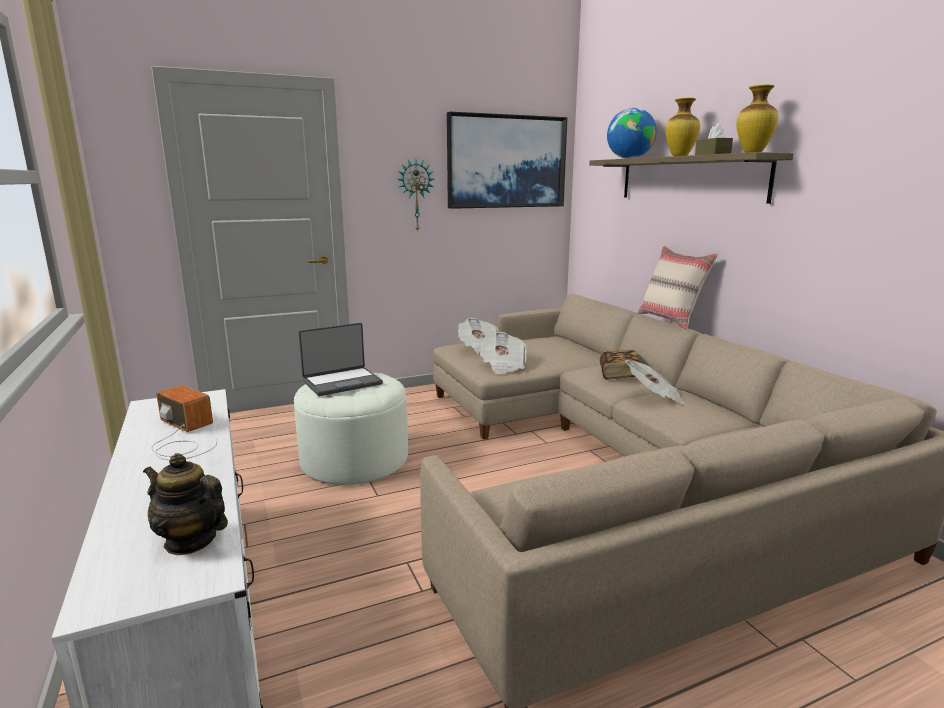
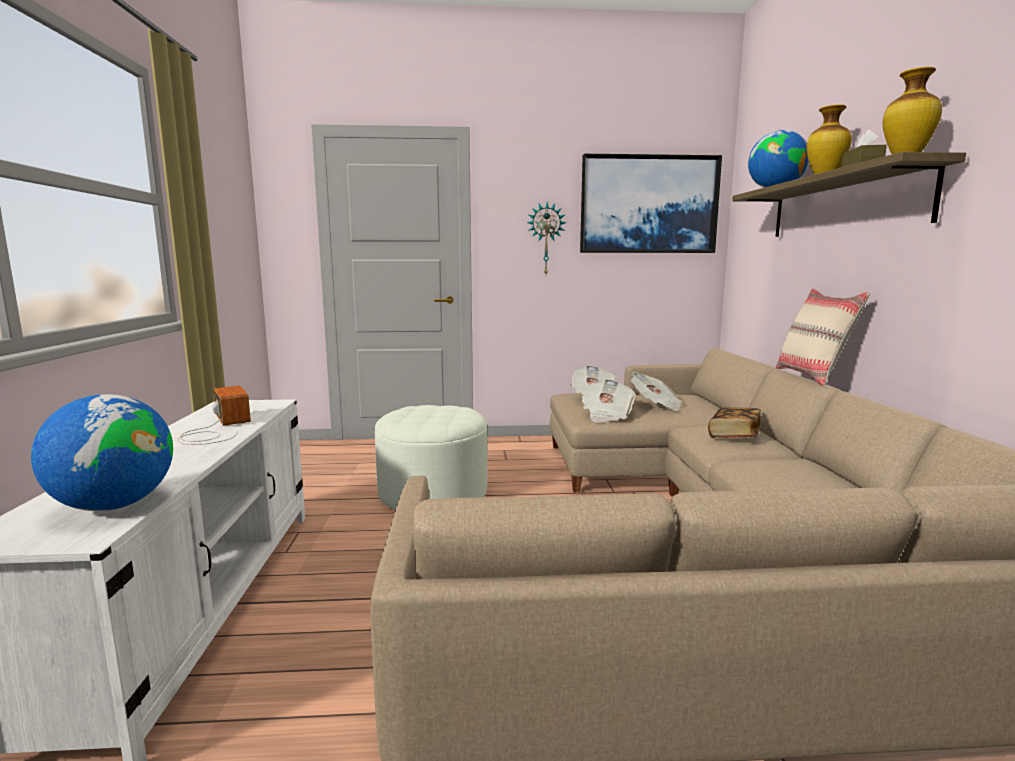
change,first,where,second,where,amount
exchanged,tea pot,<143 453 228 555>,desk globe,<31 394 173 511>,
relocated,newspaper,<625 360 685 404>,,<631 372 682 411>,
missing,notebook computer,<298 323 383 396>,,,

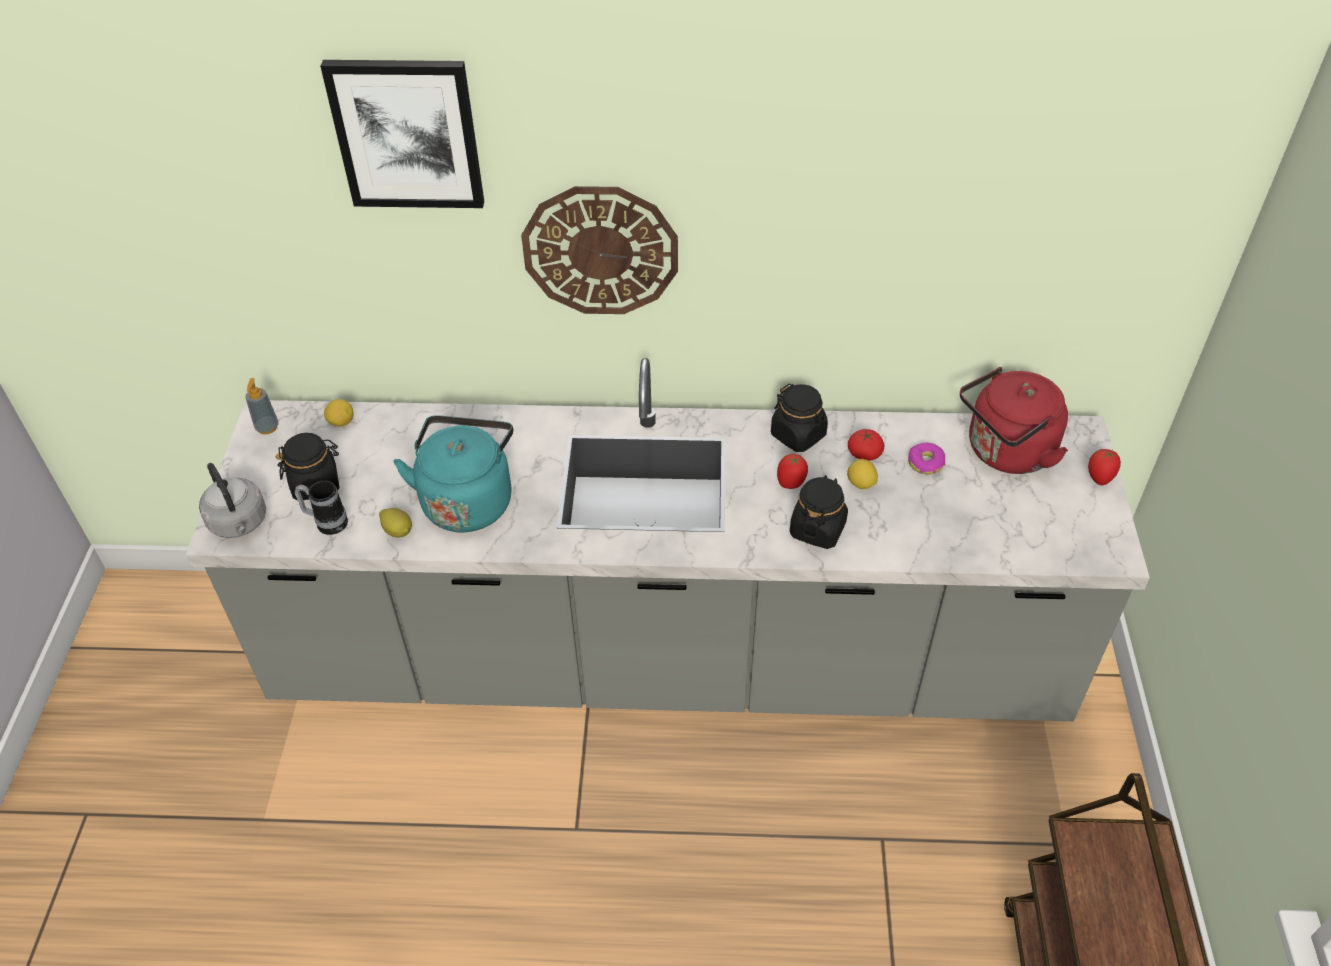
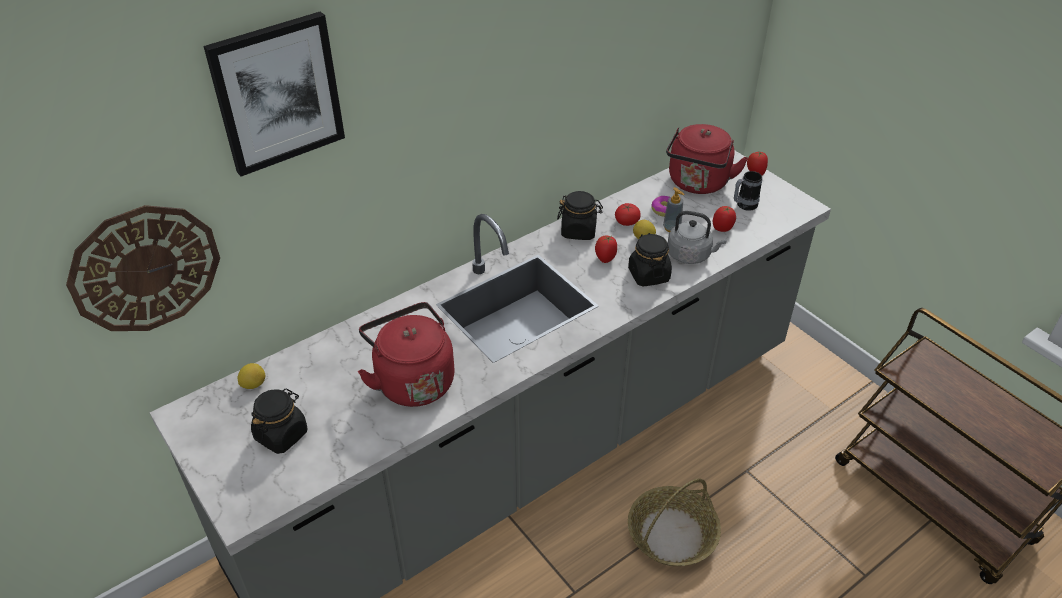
change,first,where,second,where,amount
relocated,hanging clock,<521 186 678 314>,,<66 205 220 331>,
colour,water kettle (turquoise),<393 415 513 532>,water kettle (red),<358 302 455 407>,
appeared,,,basket,<628 479 721 566>,
relocated,soap dispenser,<245 378 279 435>,,<663 187 684 232>,
relocated,water kettle (grey),<199 463 266 538>,,<668 211 727 264>,
appeared,,,tomato,<713 206 736 232>,
relocated,mug,<295 480 348 535>,,<734 171 762 211>,
missing,citrus fruit,<379 508 412 537>,,,

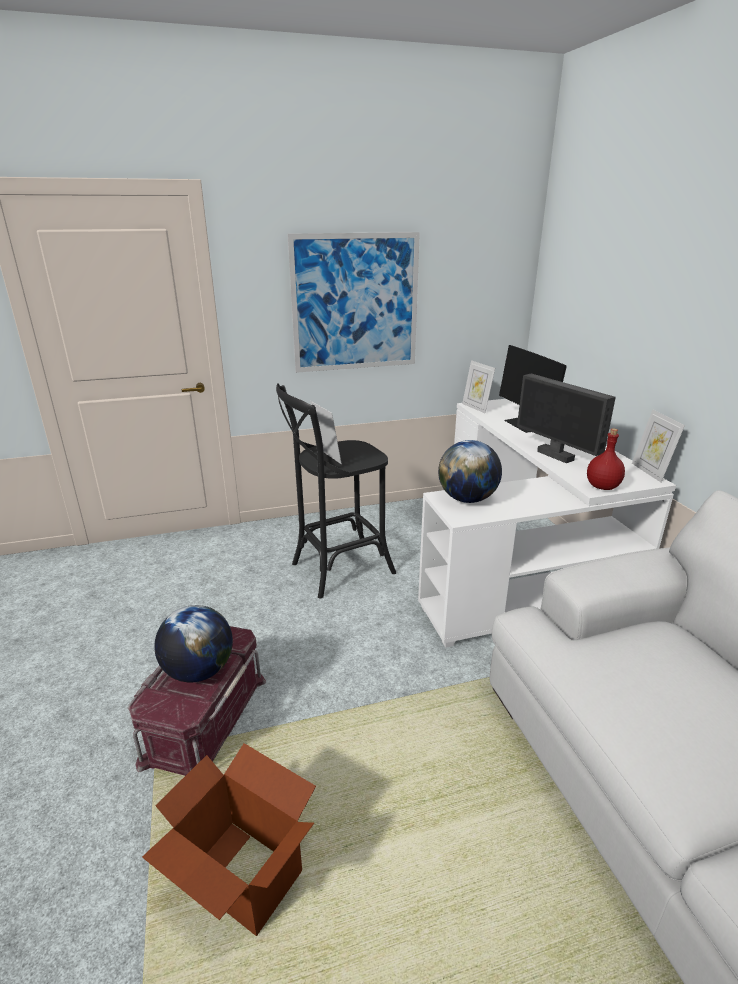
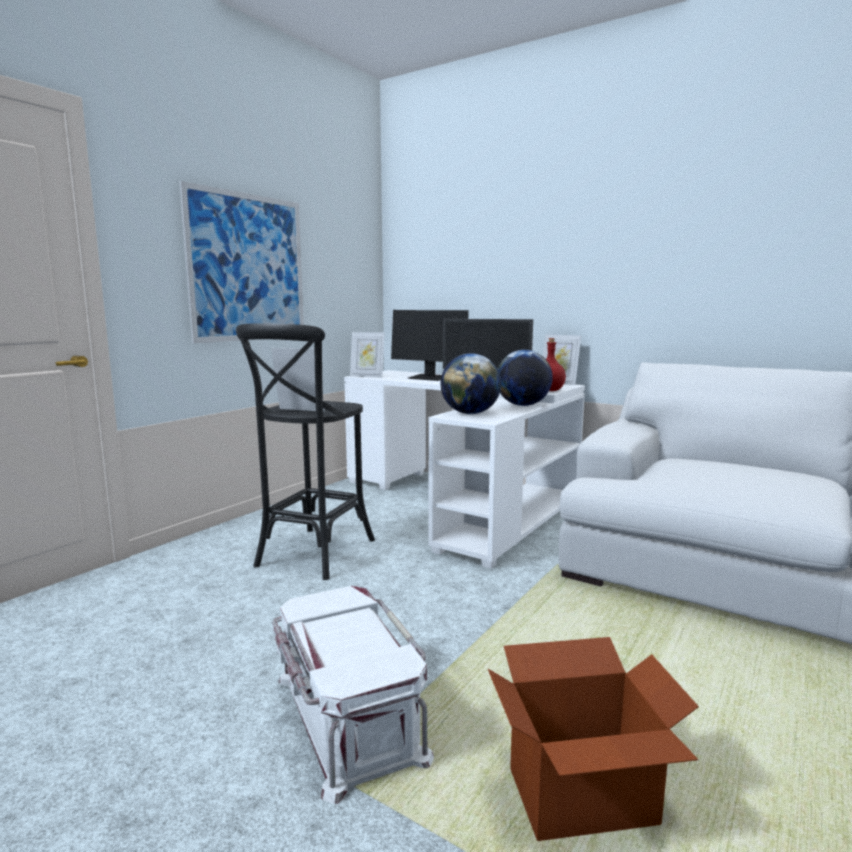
change,first,where,second,where,amount
colour,storage container (red),<128 626 266 776>,storage container (whitish),<272 586 434 804>,
relocated,desk globe,<154 605 233 682>,,<498 350 553 406>,

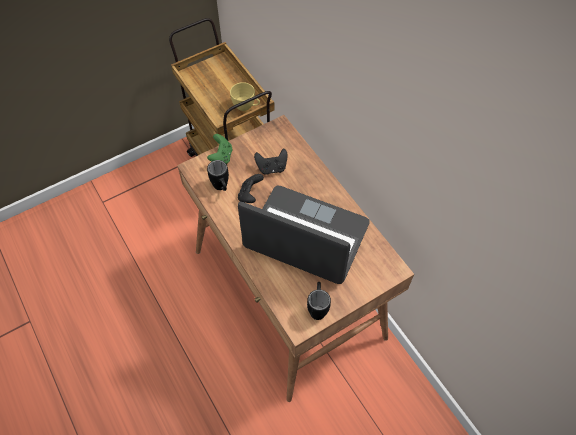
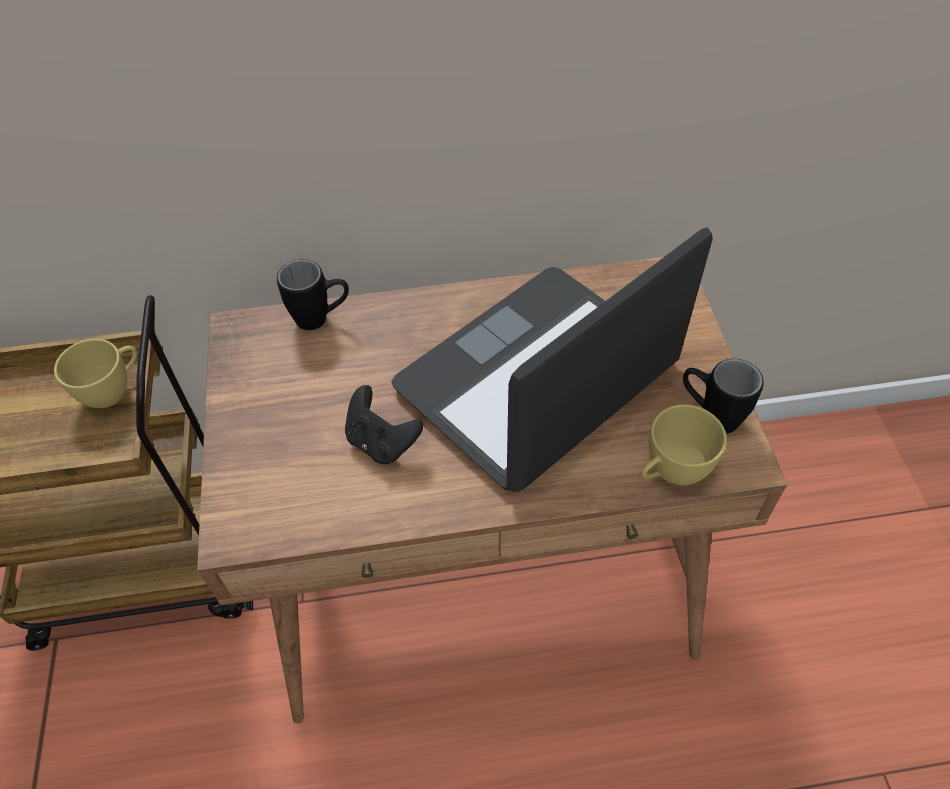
change,first,where,second,where,amount
relocated,mug (black),<207 160 229 191>,,<277 259 349 330>,
appeared,,,small cup (yellow),<641 404 727 485>,
missing,joypad (green-coloured),<207 134 233 164>,,,
missing,joypad (black),<254 149 288 175>,,,

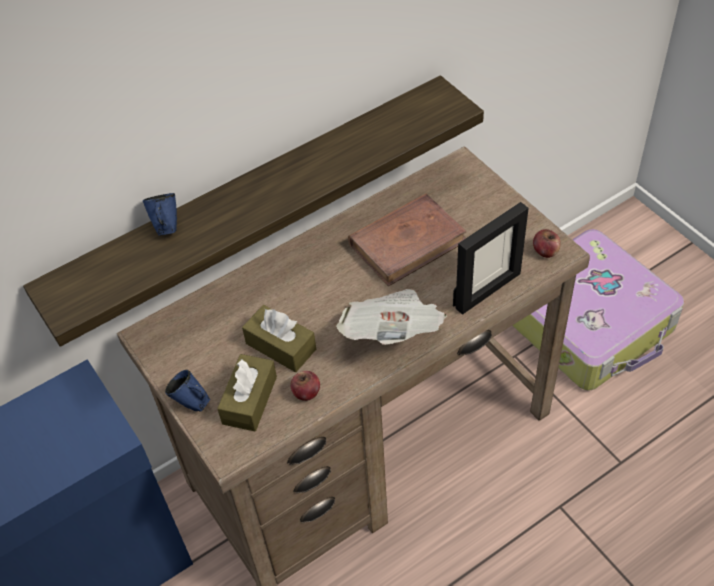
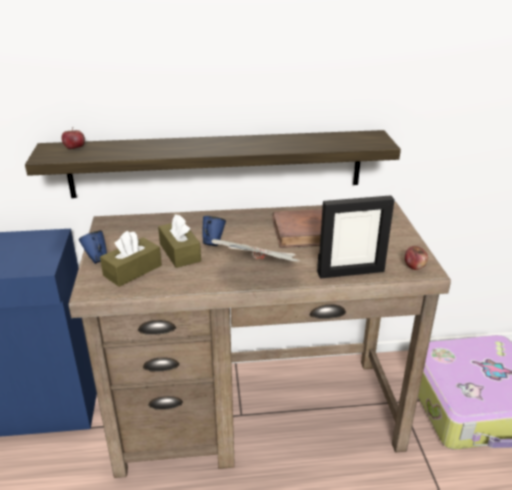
change,first,where,second,where,amount
relocated,whole apple,<291 371 320 401>,,<62 127 85 149>,
relocated,mug (bluish),<143 193 177 236>,,<202 216 226 246>,

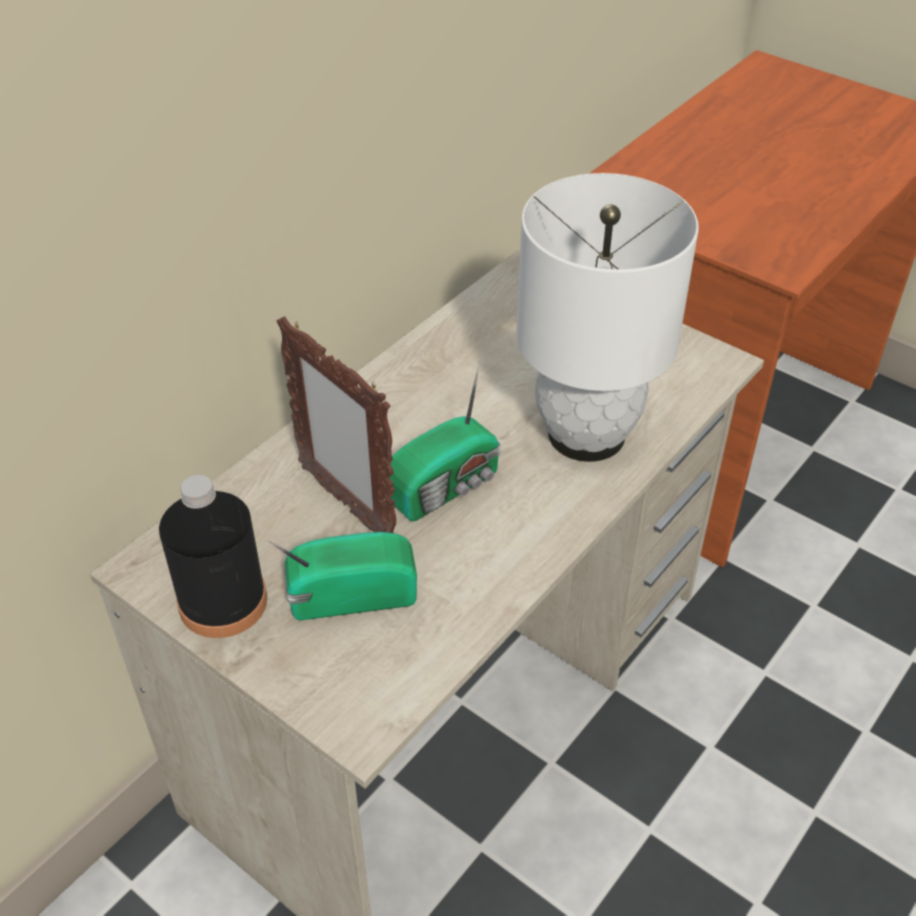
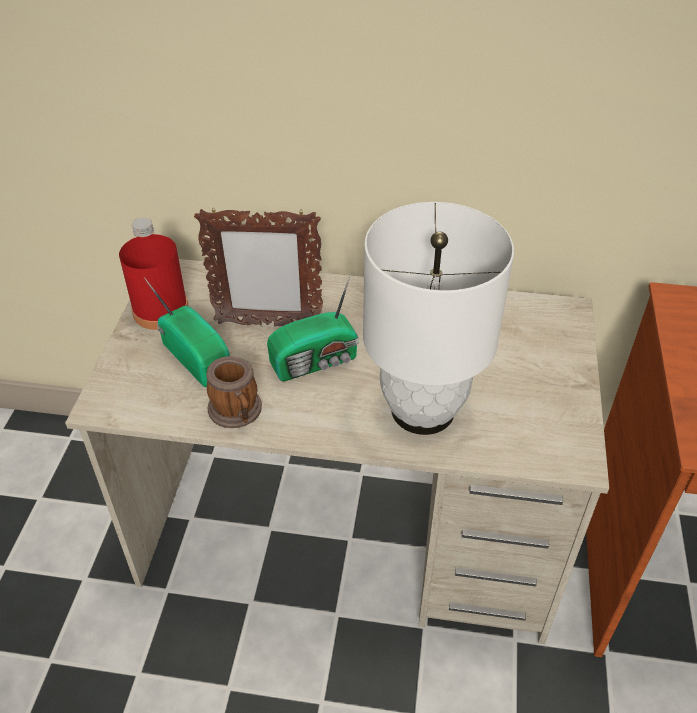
change,first,where,second,where,amount
colour,bottle (black),<159 475 267 638>,bottle (red),<119 218 189 330>,
spun,standing frame,<277 316 396 533>,,<194 208 323 326>,105 degrees counterclockwise
appeared,,,mug,<206 356 262 428>,
spun,radio receiver,<389 362 501 521>,,<267 274 359 381>,45 degrees counterclockwise

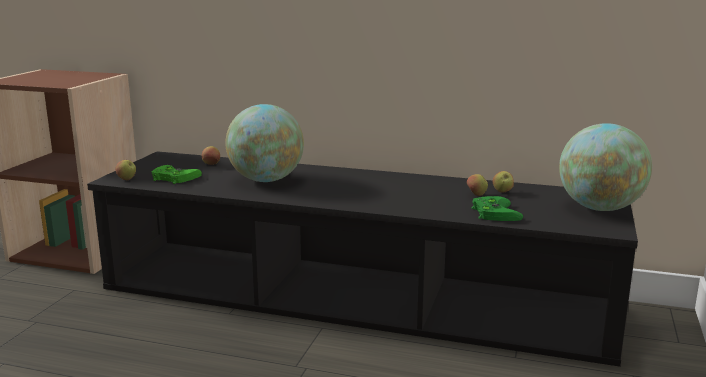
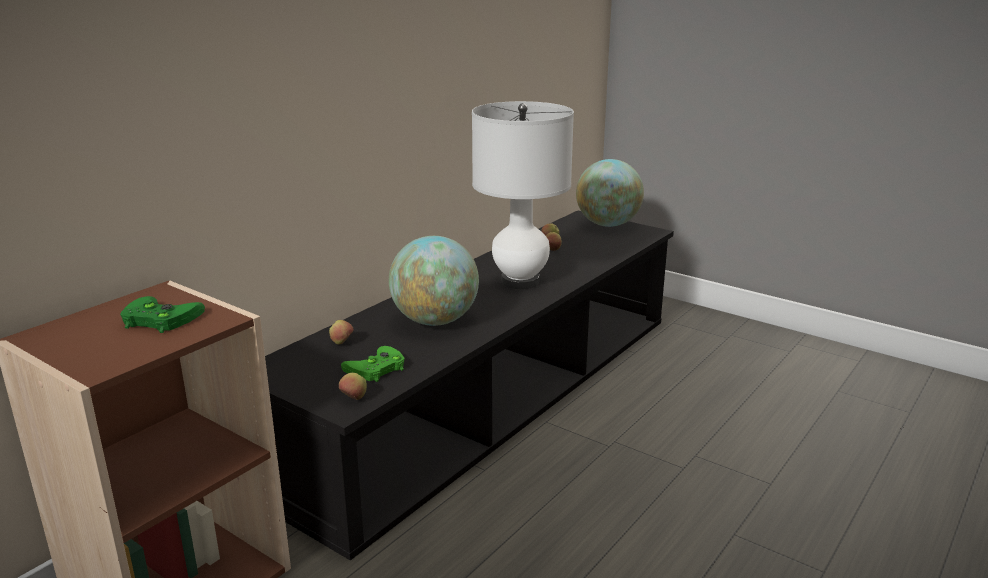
change,first,where,second,where,amount
relocated,joypad (green-coloured),<472 196 523 221>,,<120 296 205 333>,
appeared,,,lamp for a table (whitish),<472 101 574 289>,

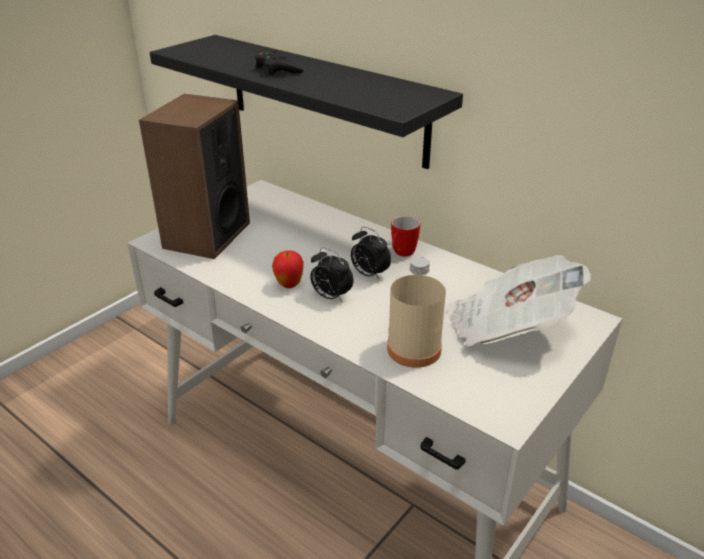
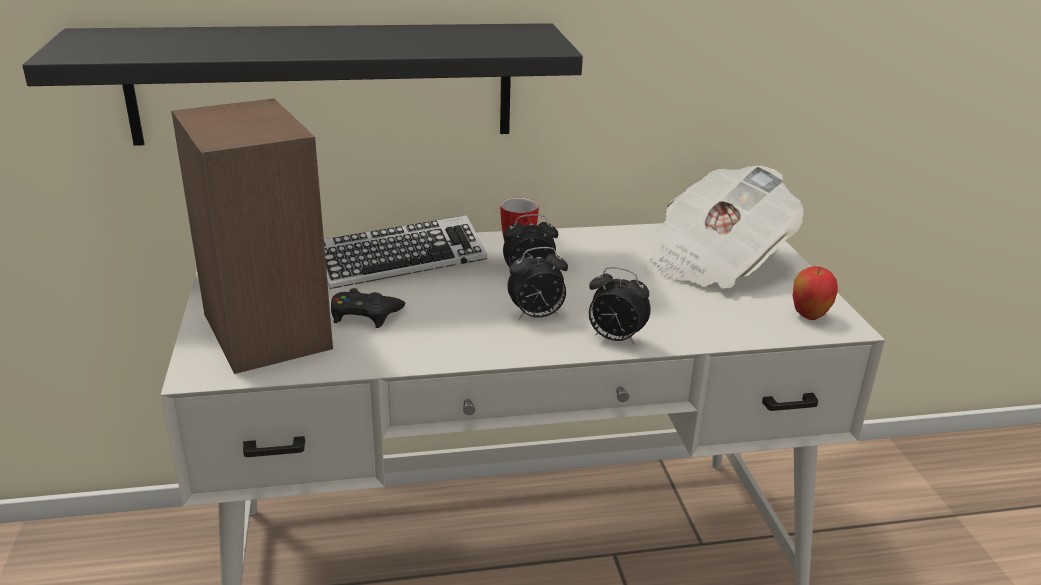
change,first,where,second,where,amount
appeared,,,keyboard,<324 215 487 289>,
relocated,joypad (black),<255 50 304 75>,,<331 288 405 328>,
appeared,,,table clock,<589 267 651 345>,
relocated,whole apple,<272 251 304 288>,,<793 266 838 320>,
missing,bottle (sand-coloured),<387 257 446 367>,,,

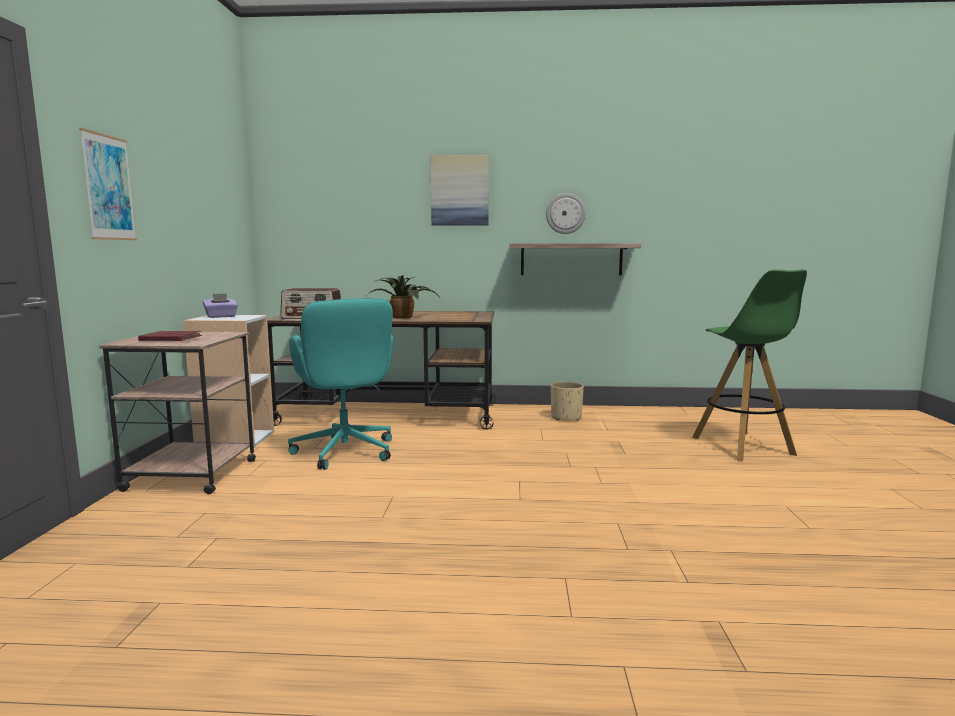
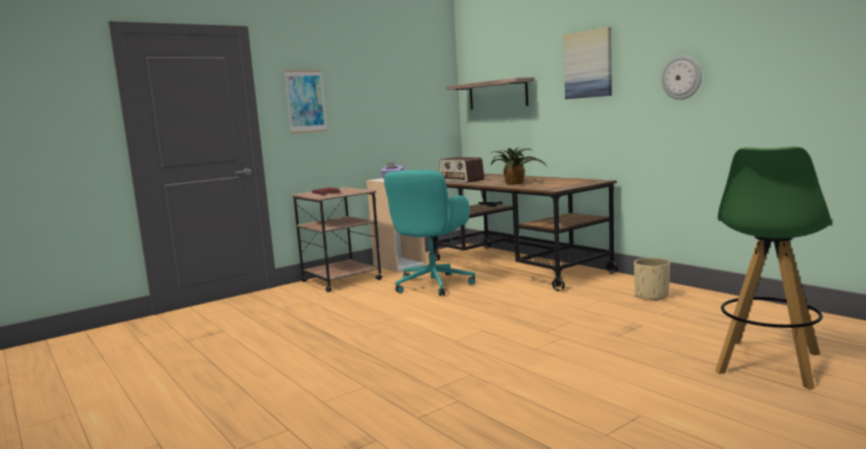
change,first,where,second,where,amount
relocated,wall shelf,<509 243 641 276>,,<446 77 535 110>,

